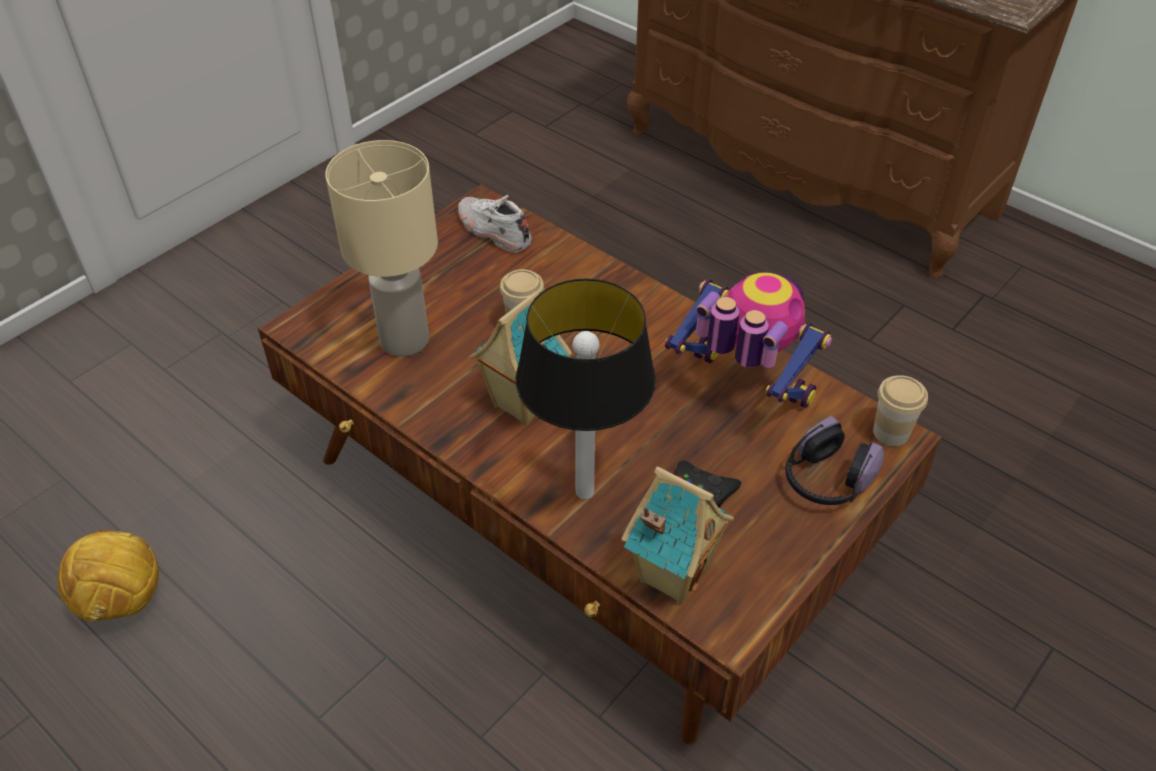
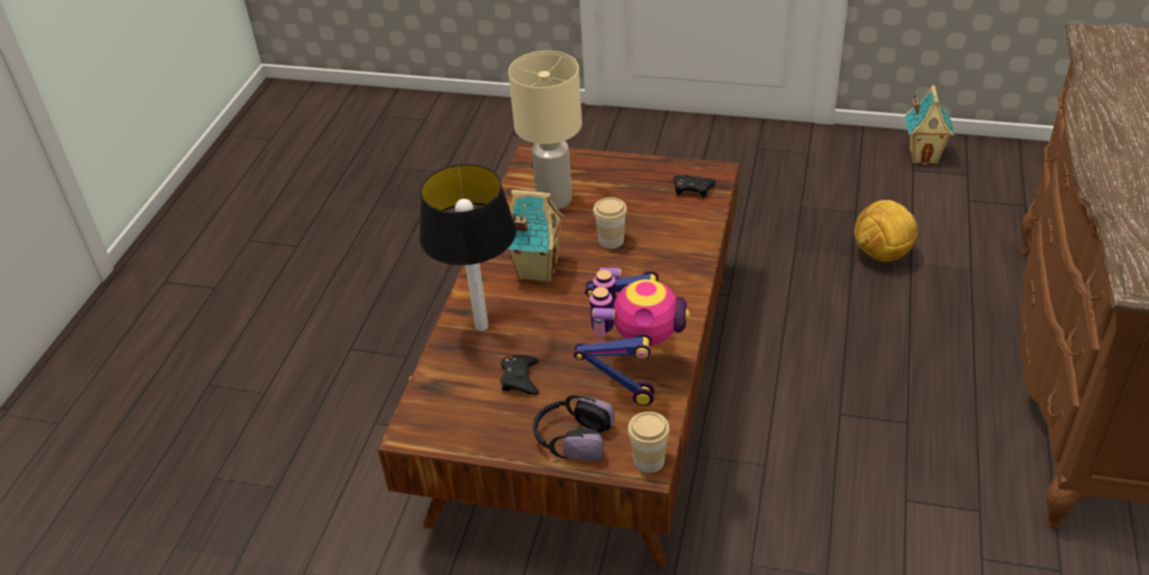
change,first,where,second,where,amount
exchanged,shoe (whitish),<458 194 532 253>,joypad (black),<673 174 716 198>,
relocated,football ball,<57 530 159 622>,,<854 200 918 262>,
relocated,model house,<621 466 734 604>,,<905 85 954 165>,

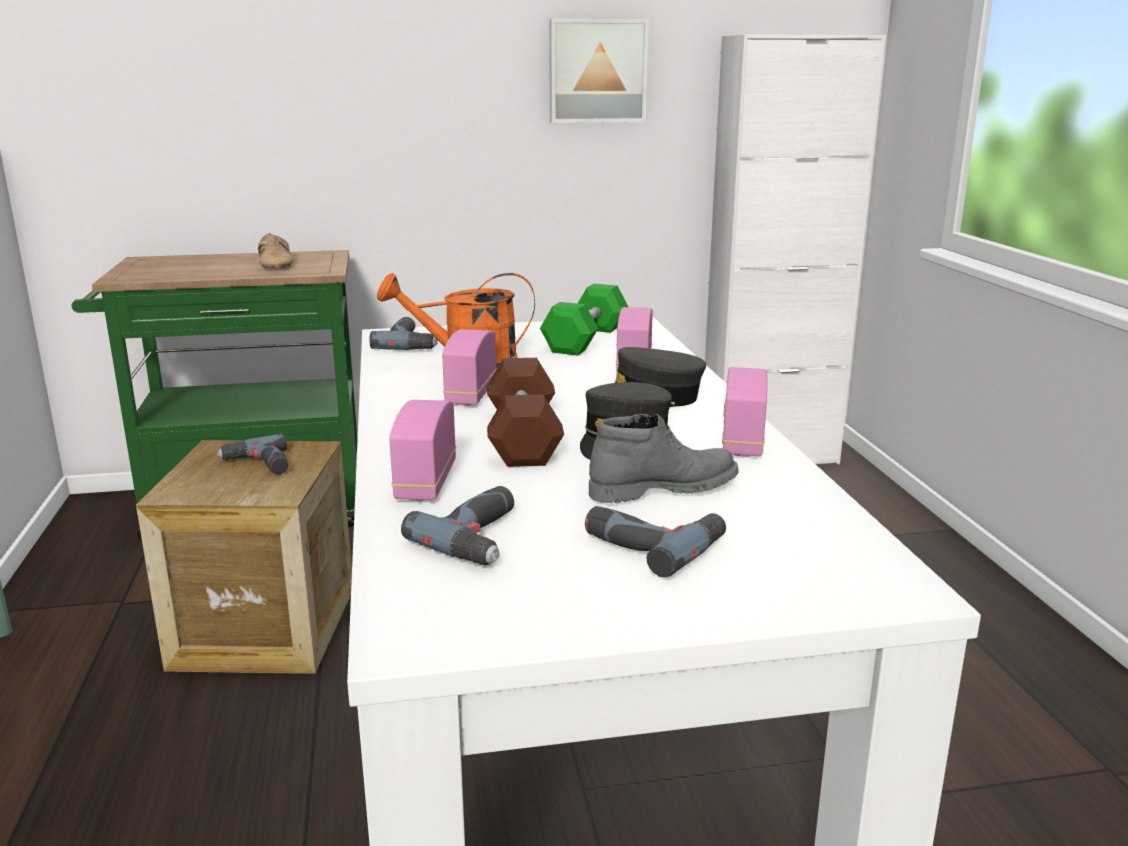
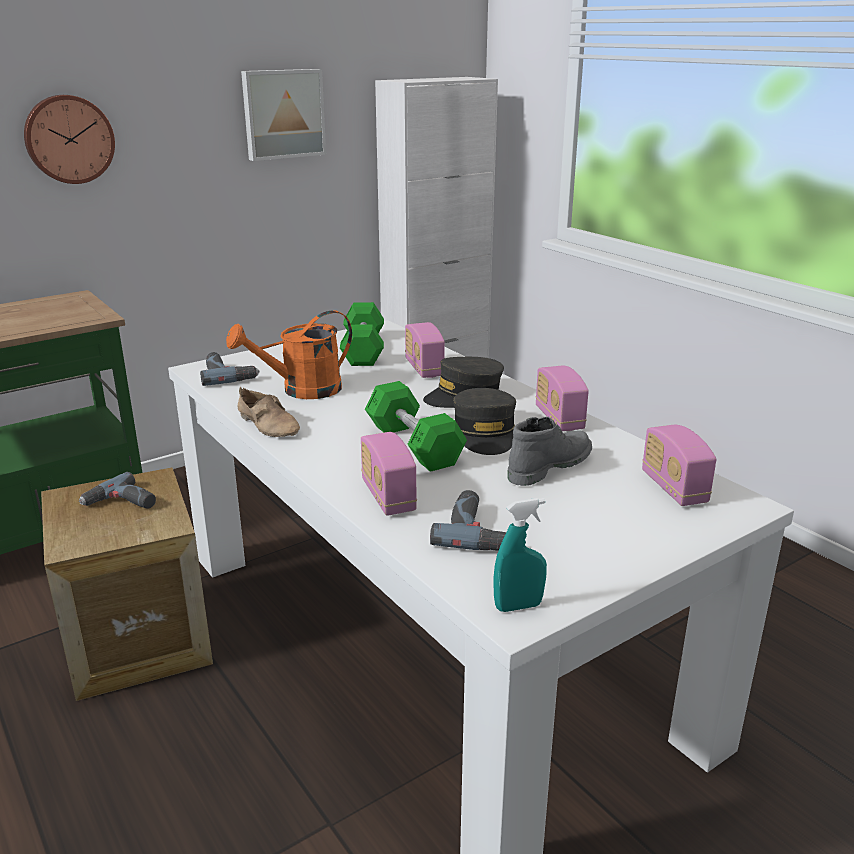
change,first,where,second,where,amount
appeared,,,hanging clock,<24 95 115 184>,
relocated,shoe (sand-coloured),<258 233 293 268>,,<238 387 300 437>,
colour,dumbbell (brownish),<487 358 564 467>,dumbbell (green-coloured),<365 381 467 472>,
appeared,,,sprayer (turquoise),<493 498 547 612>,
relocated,radio receiver,<442 329 497 406>,,<642 425 716 506>,
missing,electric drill,<585 506 726 578>,,,

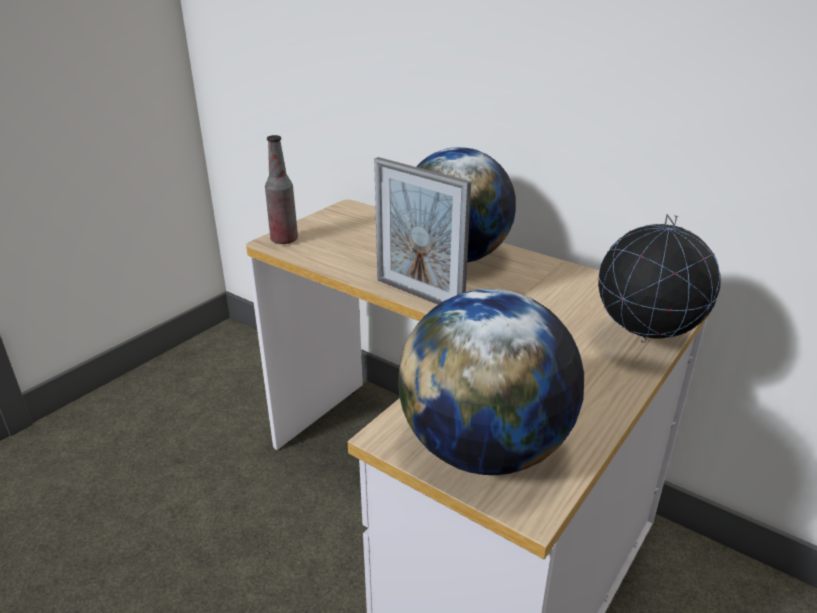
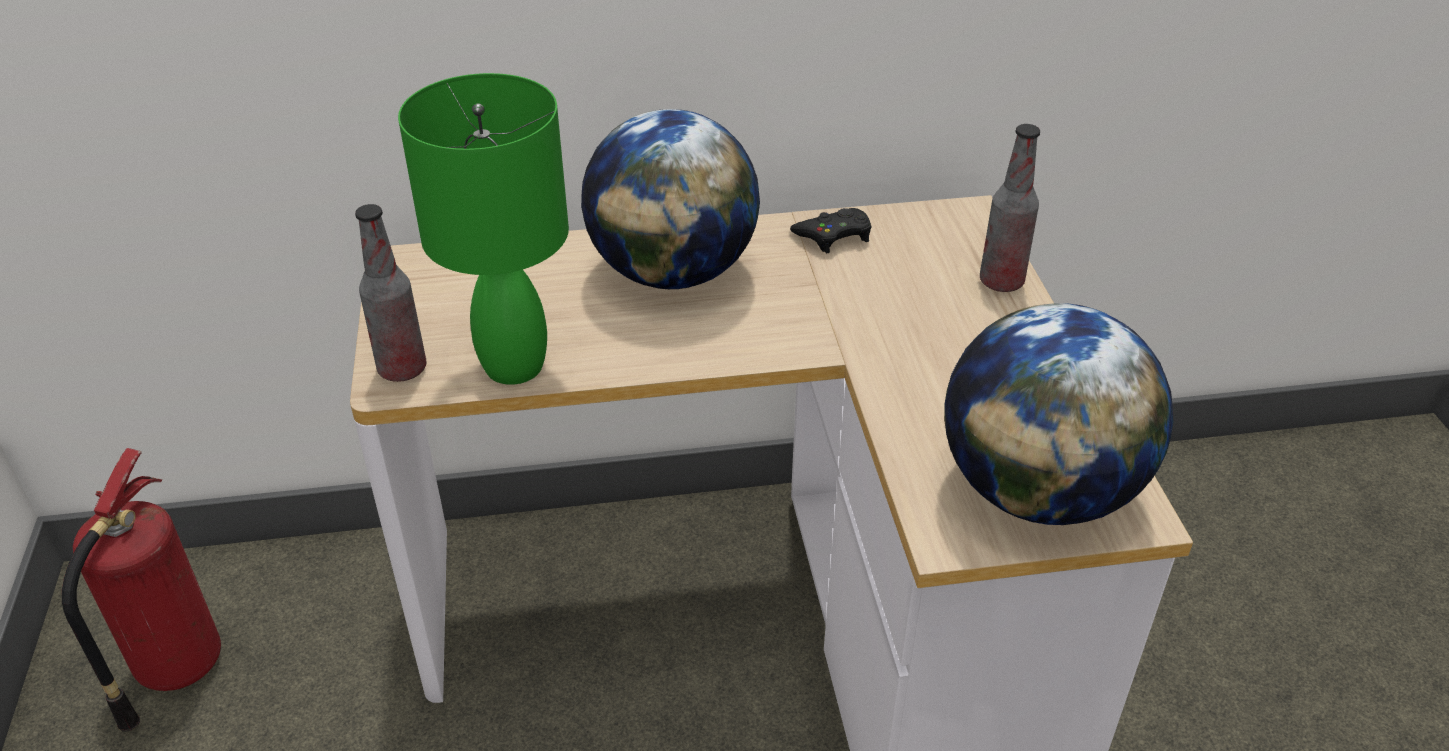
change,first,where,second,where,amount
appeared,,,extinguisher,<62 448 221 732>,
appeared,,,lamp for a table (green-coloured),<398 73 569 385>,
appeared,,,joypad (black),<790 208 871 253>,
exchanged,desk globe,<598 214 721 343>,bottle,<980 124 1040 292>,
missing,standing frame,<374 157 471 305>,,,

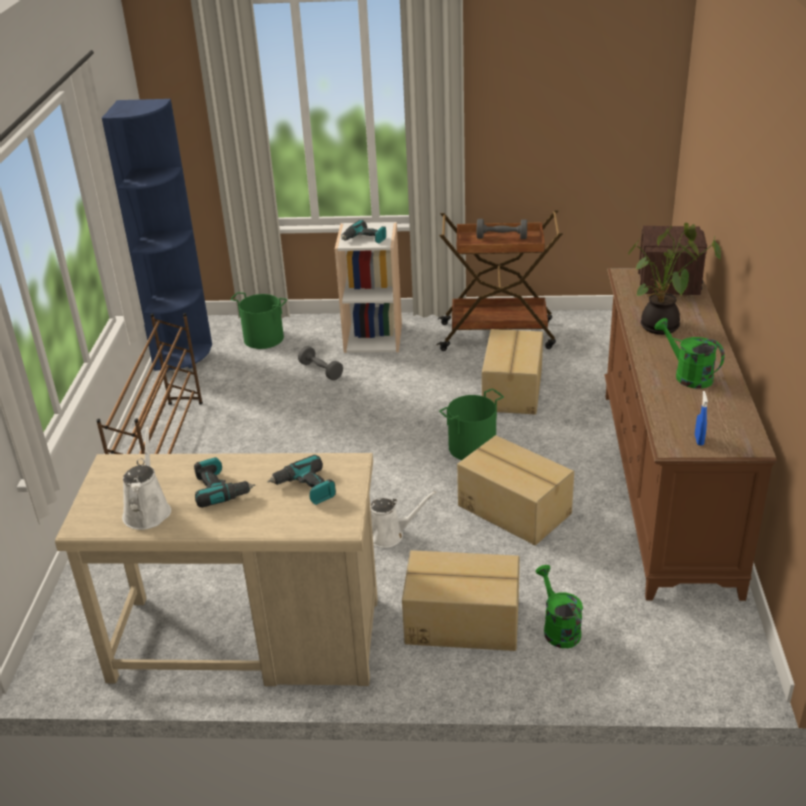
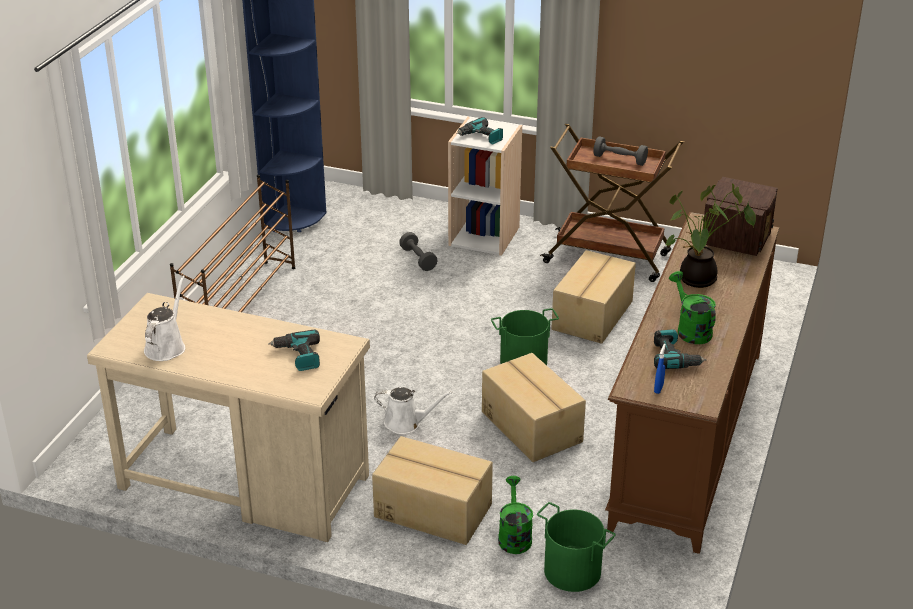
change,first,where,second,where,amount
relocated,bucket (green-coloured),<230 292 287 349>,,<537 502 616 592>,
relocated,electric drill,<194 457 255 508>,,<654 329 706 369>,

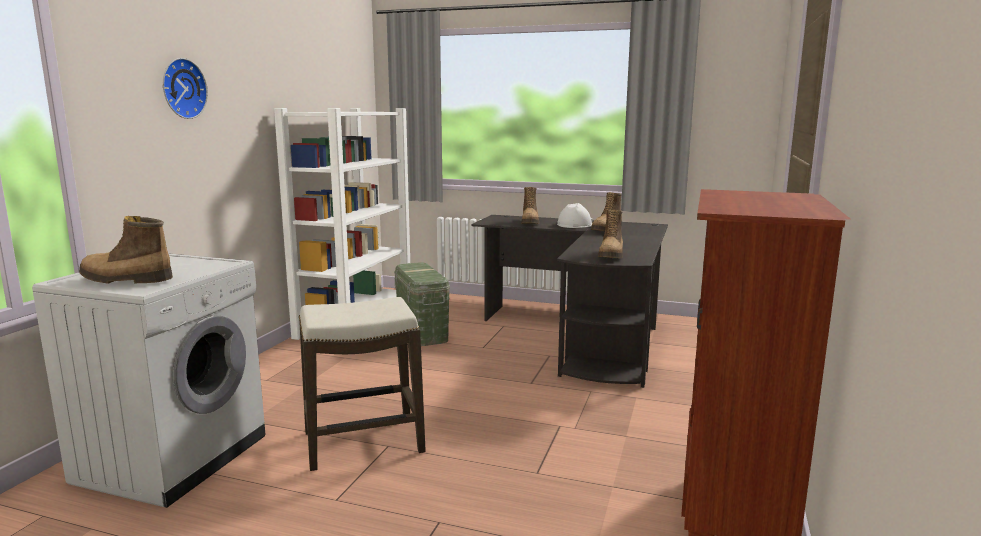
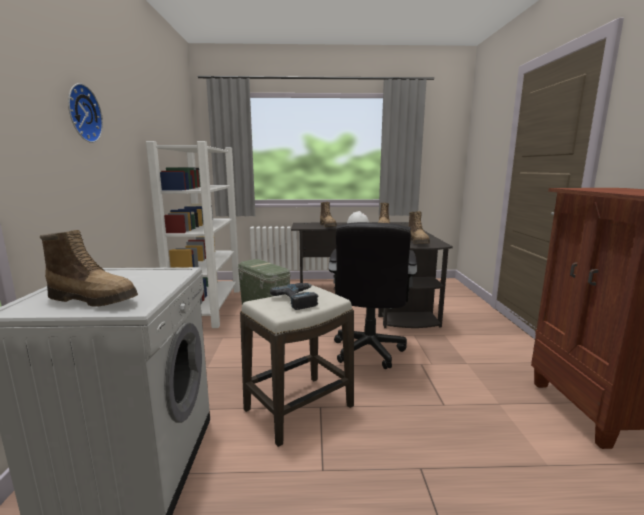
change,first,where,second,where,amount
spun,boot,<79 216 173 284>,,<40 230 138 307>,150 degrees counterclockwise
appeared,,,electric drill,<270 283 318 310>,
appeared,,,office chair (black),<328 222 417 369>,

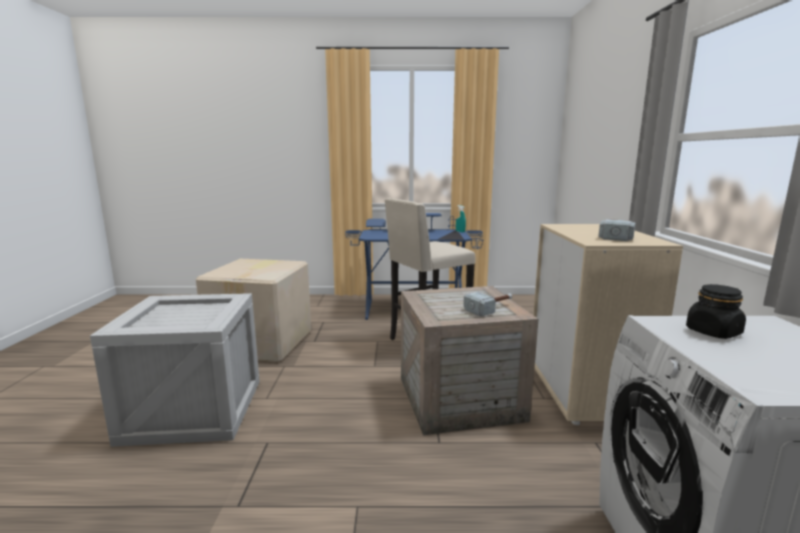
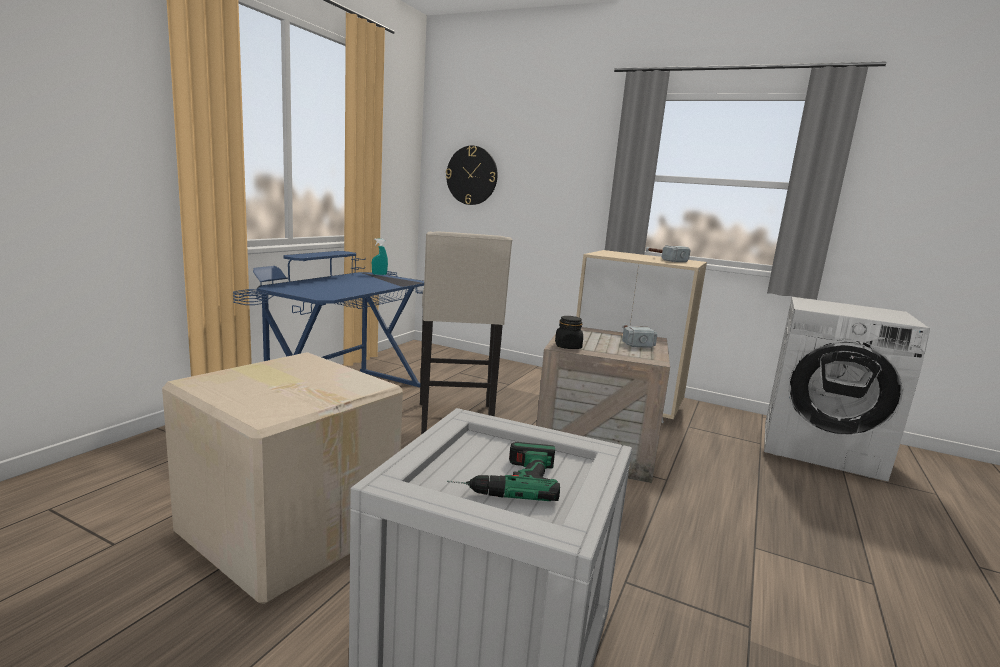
change,first,where,second,where,amount
appeared,,,hanging clock,<446 146 498 205>,
appeared,,,electric drill,<447 442 560 501>,
relocated,jar (black),<686 284 746 339>,,<555 316 583 349>,

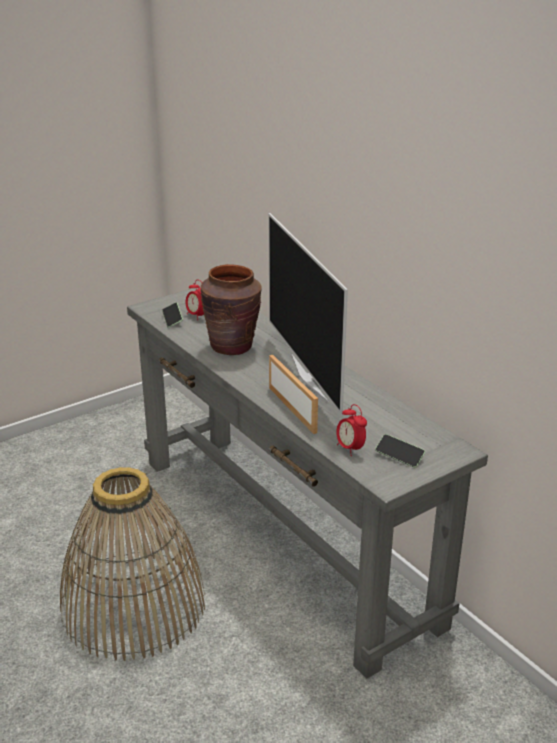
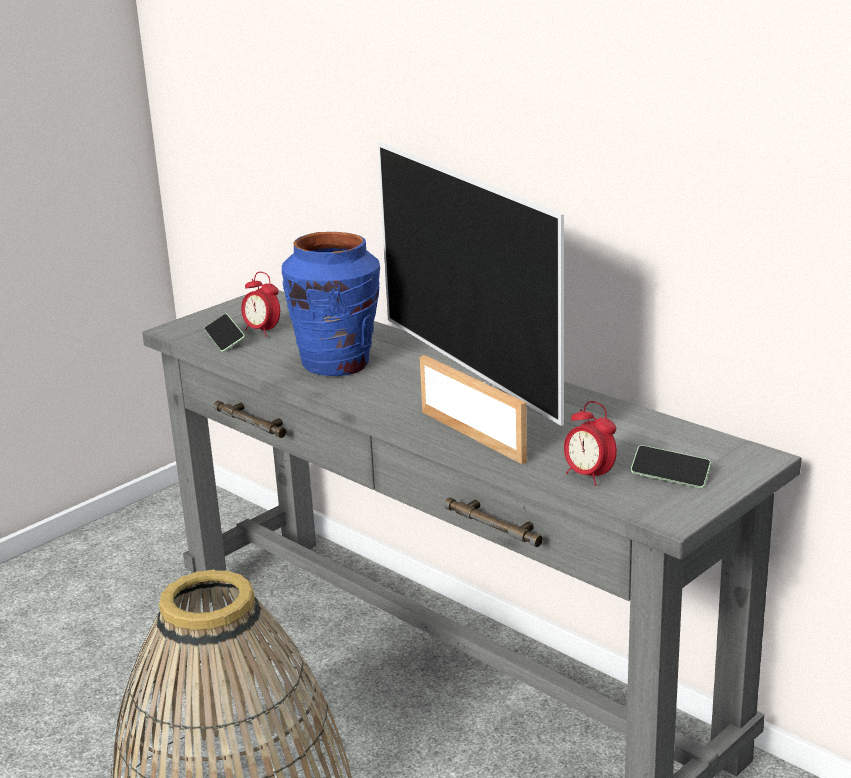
change,first,where,second,where,amount
colour,flower vase (brownish),<200 264 262 355>,flower vase (bluish),<282 232 380 376>,

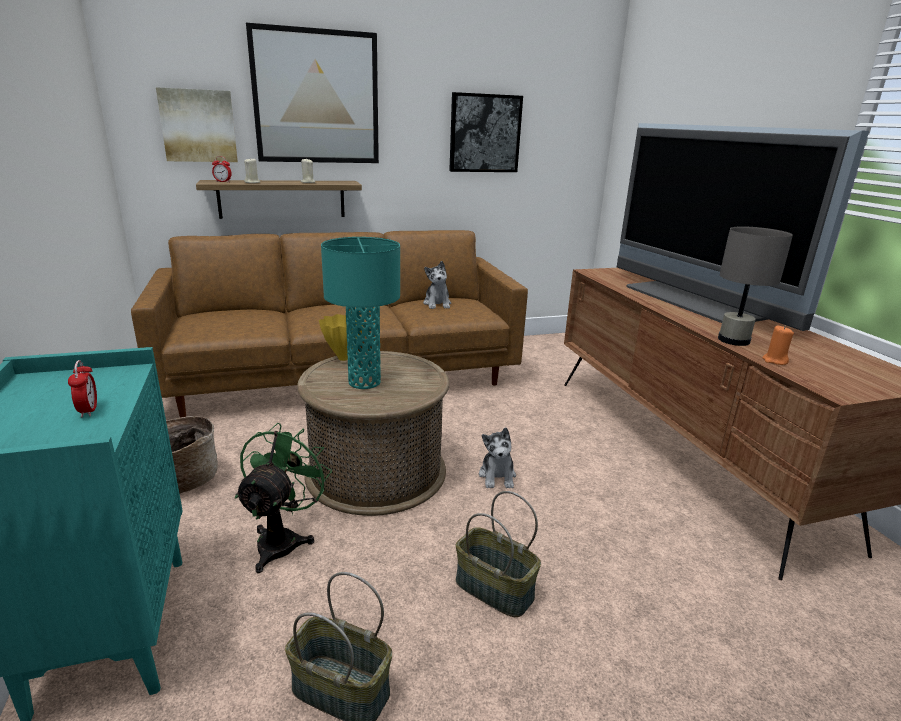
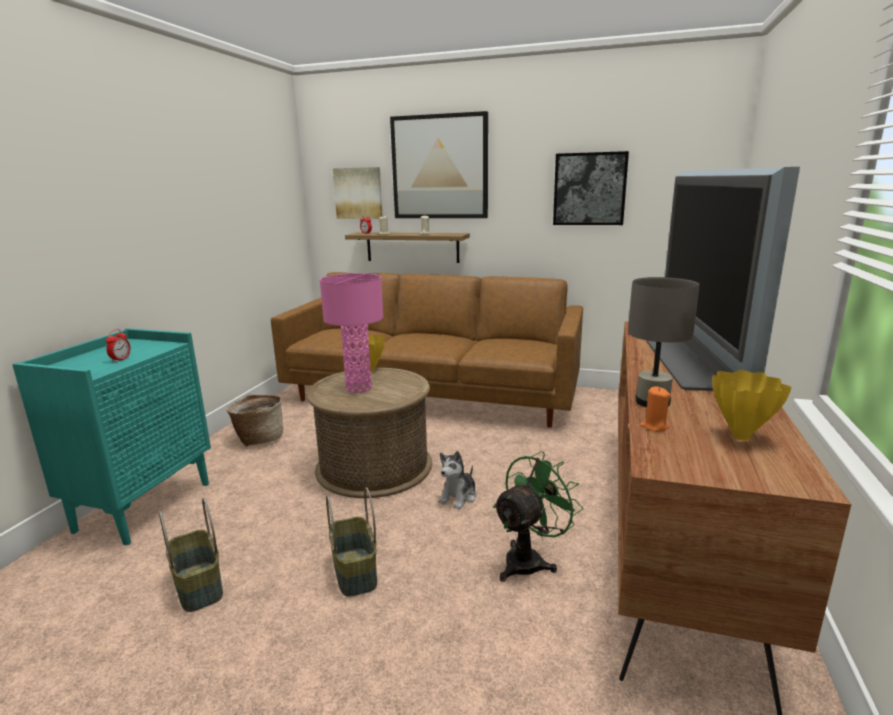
change,first,where,second,where,amount
colour,lamp for a table (turquoise),<321 237 400 389>,lamp for a table (pink),<320 273 383 393>,
relocated,cooling fan (green-coloured),<235 423 332 573>,,<493 451 583 582>,
appeared,,,flower vase (yellow),<712 370 792 440>,
missing,plush toy,<423 261 451 309>,,,

